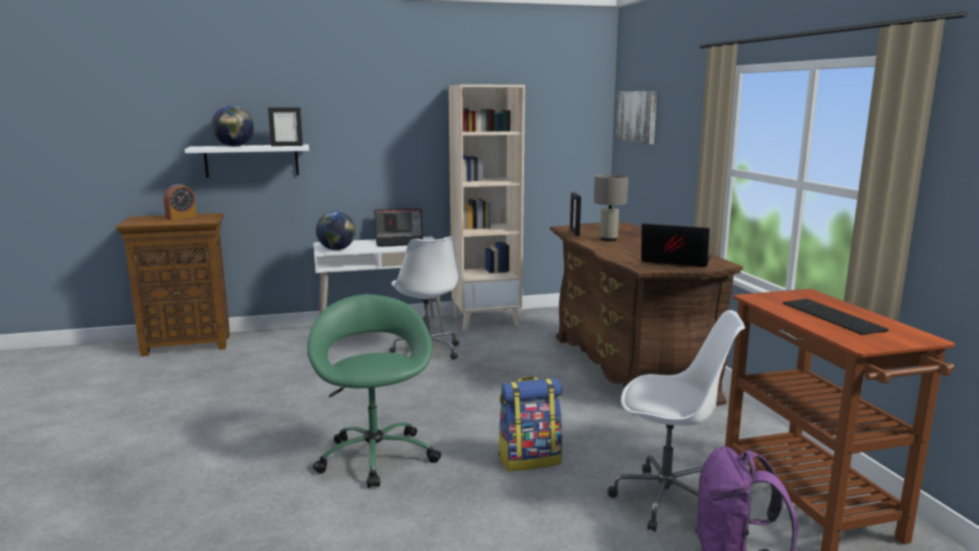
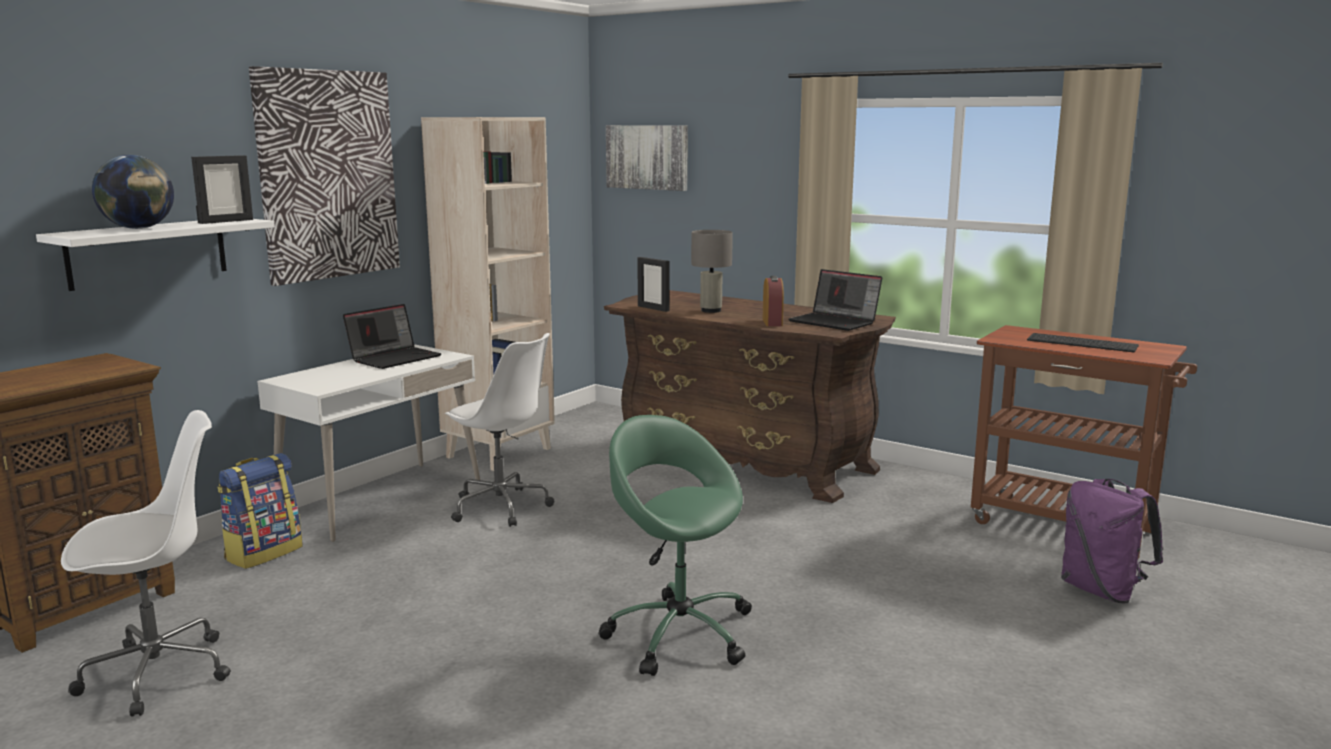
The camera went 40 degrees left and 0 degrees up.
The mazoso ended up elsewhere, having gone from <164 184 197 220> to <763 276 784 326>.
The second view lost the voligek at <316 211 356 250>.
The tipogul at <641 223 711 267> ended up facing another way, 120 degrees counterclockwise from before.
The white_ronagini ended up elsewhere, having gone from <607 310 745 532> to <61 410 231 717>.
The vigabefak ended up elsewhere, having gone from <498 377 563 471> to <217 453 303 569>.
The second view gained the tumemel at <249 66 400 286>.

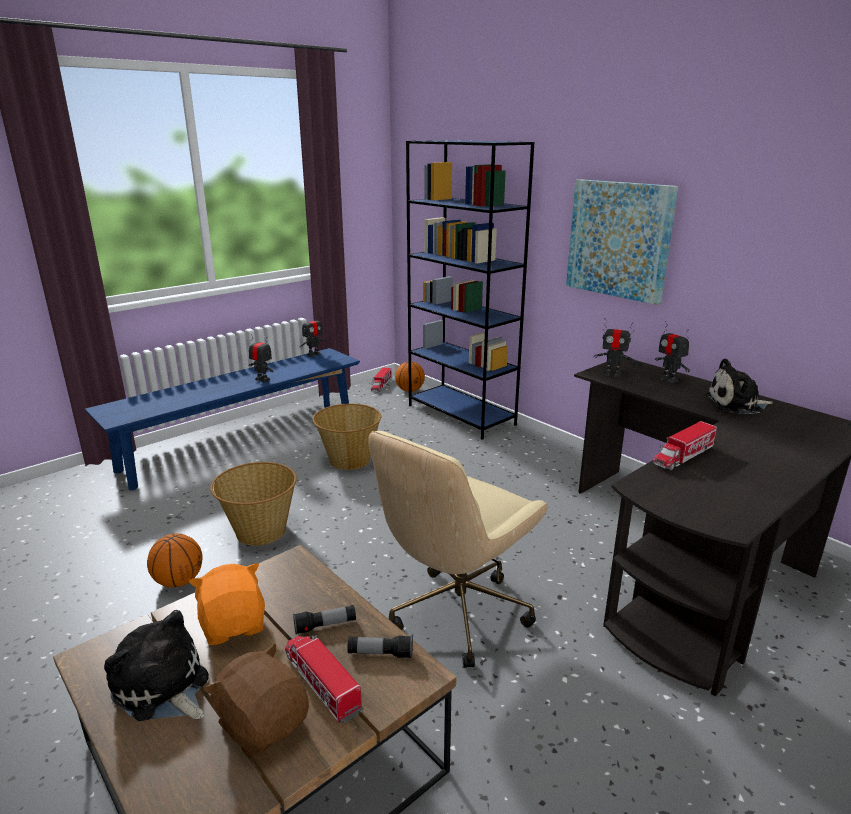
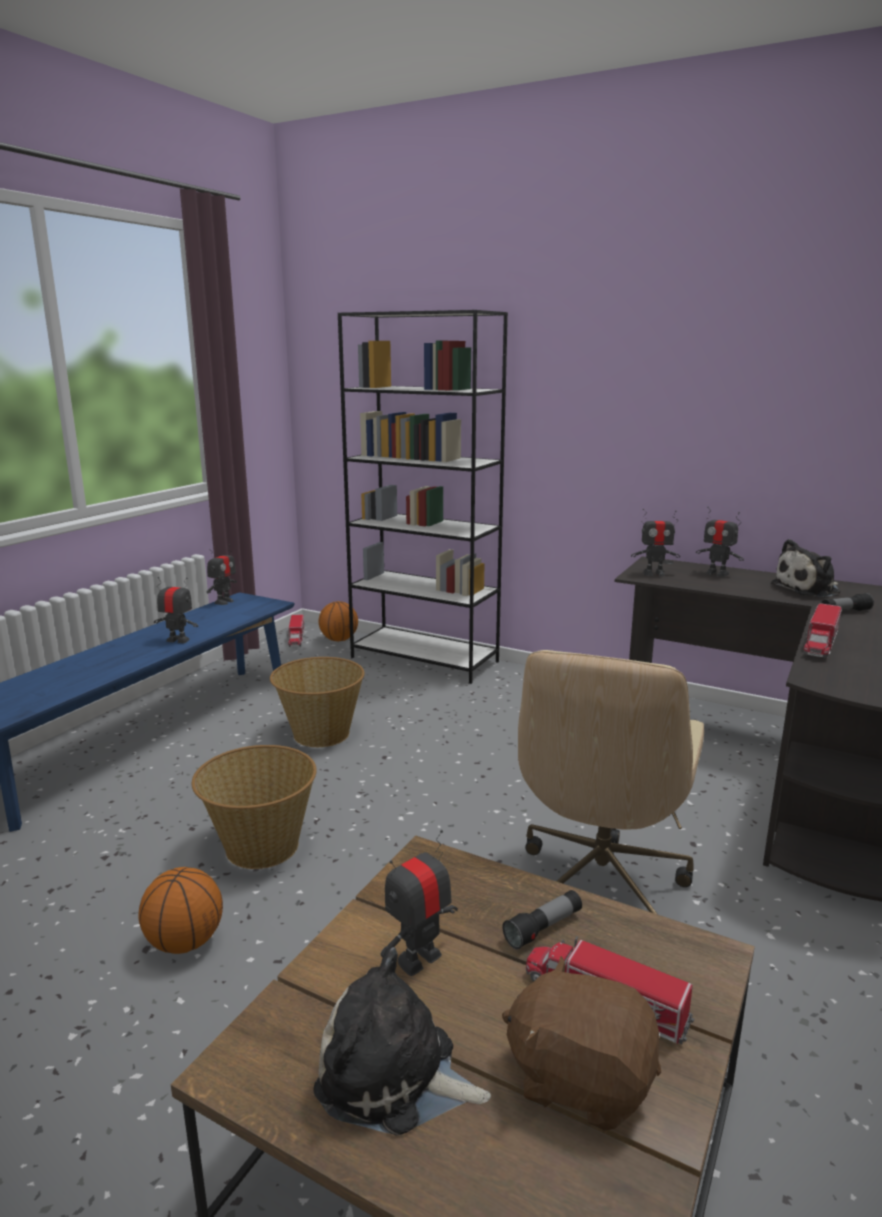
The camera went 20 degrees left and 5 degrees down.
What was the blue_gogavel at <406 140 534 440> turned into the white_gogavel at <338 310 508 684>.
The second view lost the tumemel at <566 179 678 305>.
Where the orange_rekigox stood at <189 563 265 645>, the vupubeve came to stand at <380 830 458 976>.
The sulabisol ended up elsewhere, having gone from <347 635 413 658> to <821 593 874 611>.

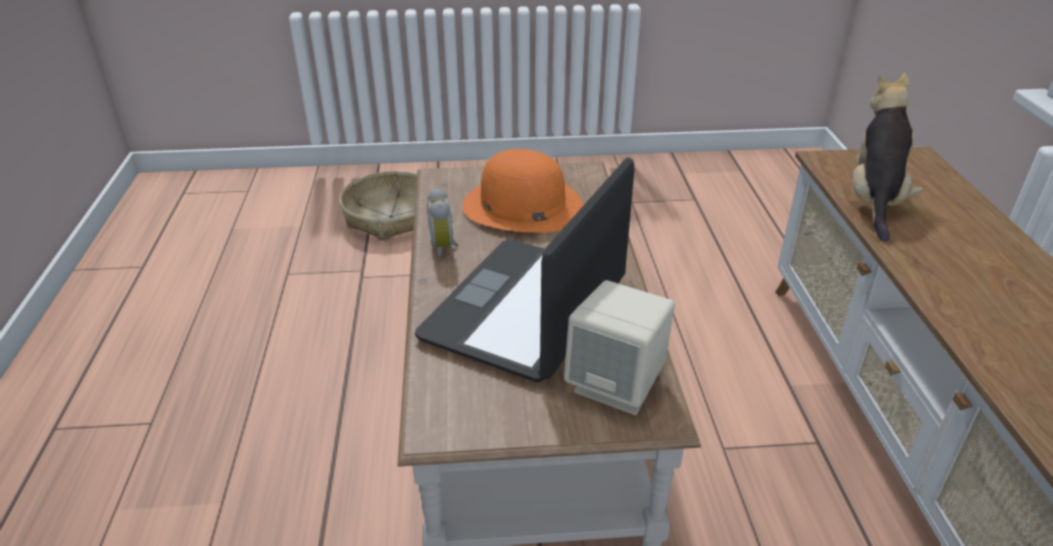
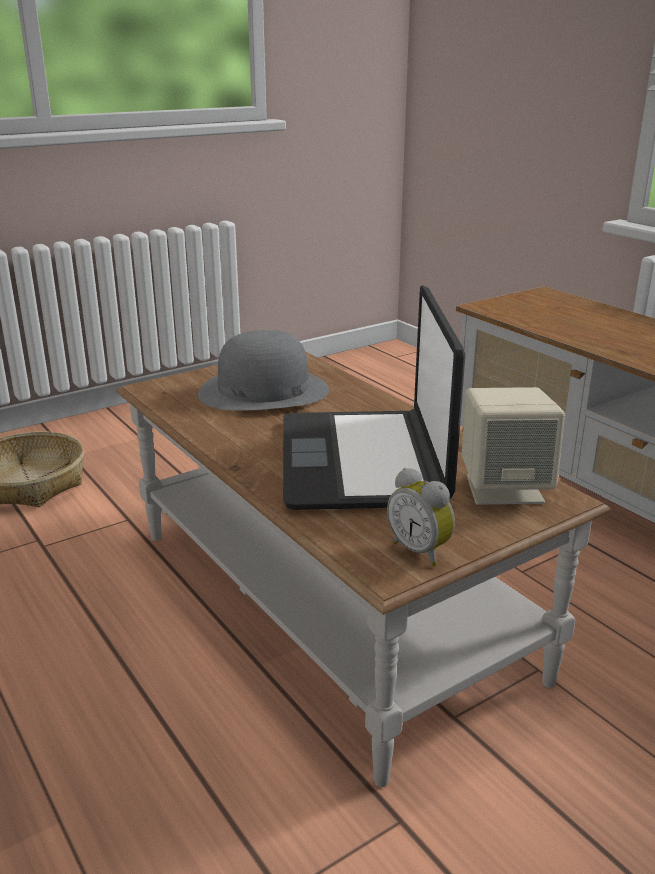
The camera went 30 degrees left and 10 degrees down.
The second view lost the rekigox at <852 73 923 242>.
What was the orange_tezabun at <462 149 583 233> turned into the grey_tezabun at <198 330 329 411>.
The mazoso ended up elsewhere, having gone from <427 188 458 259> to <387 468 455 567>.

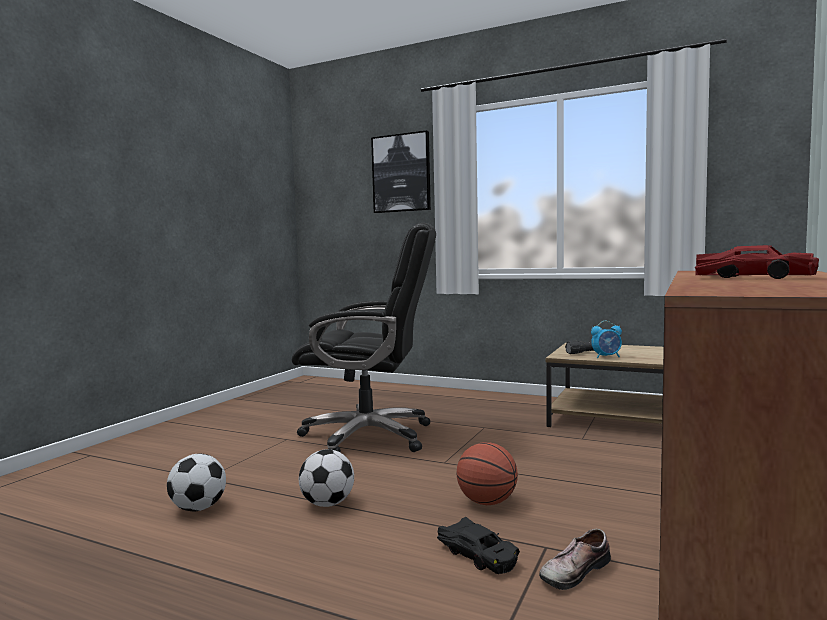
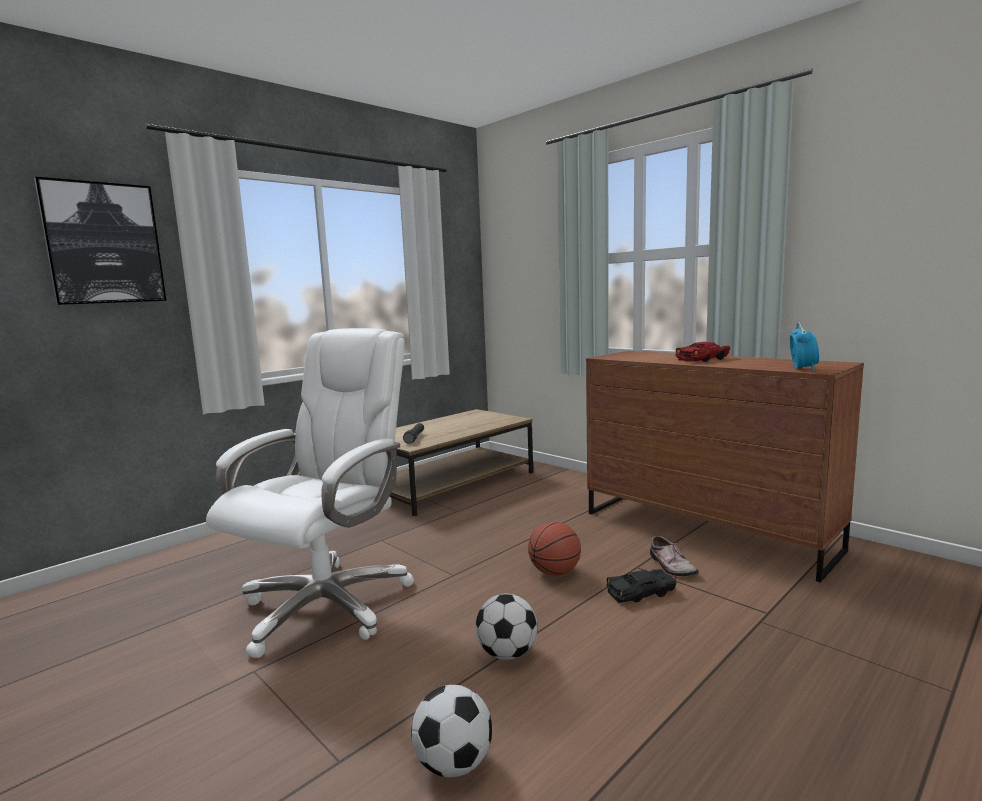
The camera went 70 degrees left and 5 degrees up.
What was the black_ronagini at <292 223 436 452> turned into the white_ronagini at <206 328 414 658>.
The mazoso ended up elsewhere, having gone from <591 321 622 358> to <790 322 819 372>.

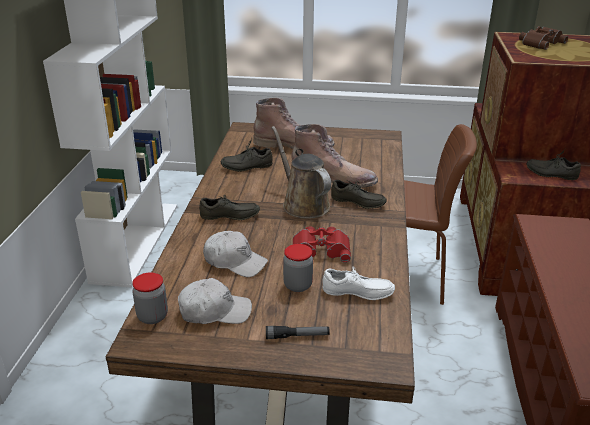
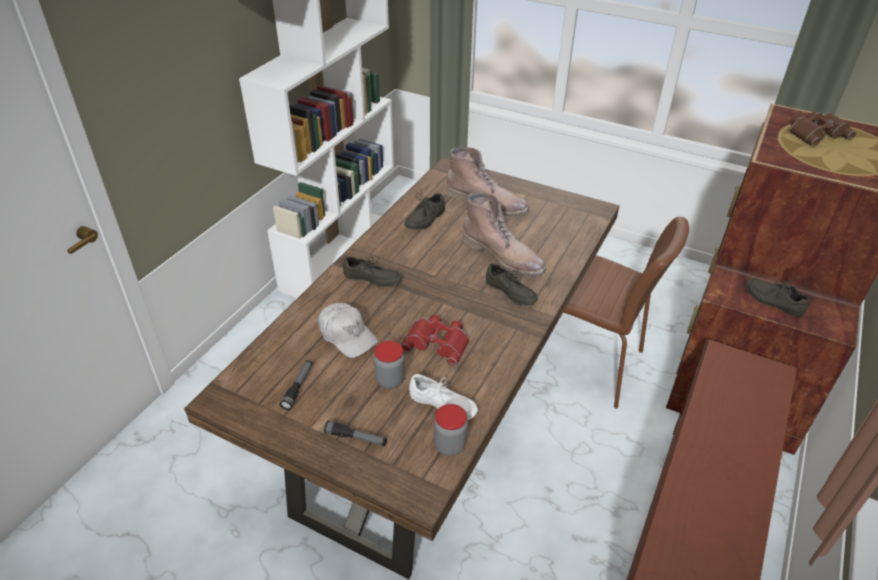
The camera went 20 degrees right and 10 degrees up.
The second view lost the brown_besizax at <271 126 331 219>.
The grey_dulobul at <221 138 273 172> ended up facing another way, 60 degrees counterclockwise from before.
The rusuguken ended up elsewhere, having gone from <132 272 168 324> to <434 404 468 456>.
Where the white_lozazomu stood at <178 278 252 324>, the sulabisol came to stand at <280 360 312 410>.

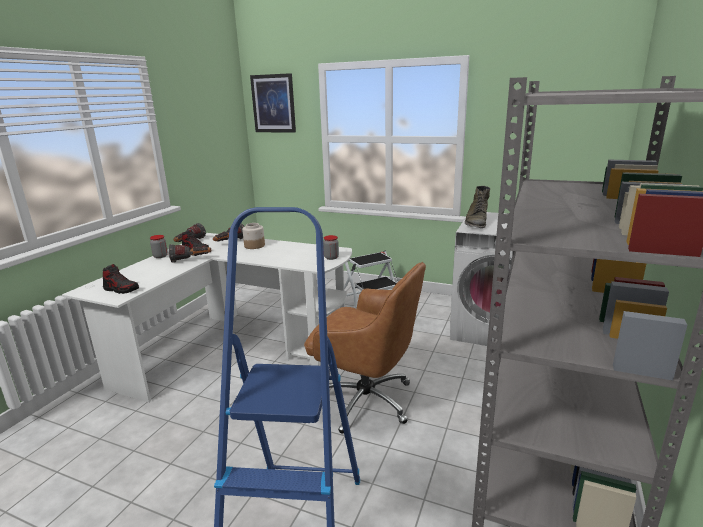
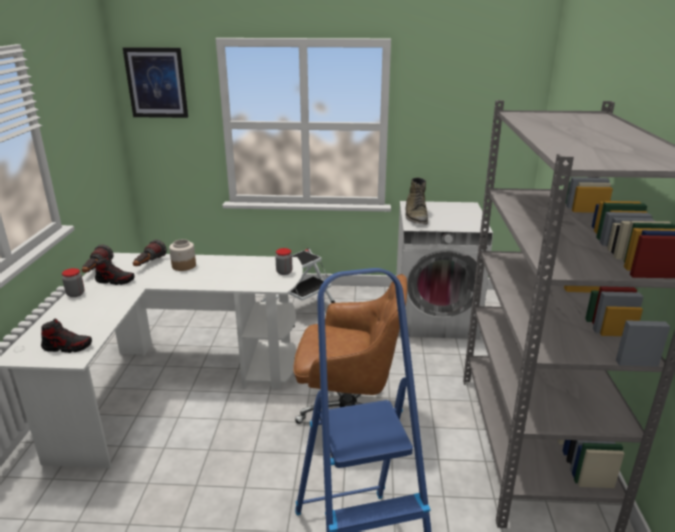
The camera went 20 degrees left and 5 degrees up.
The second view lost the sulabisol at <168 244 211 262>.

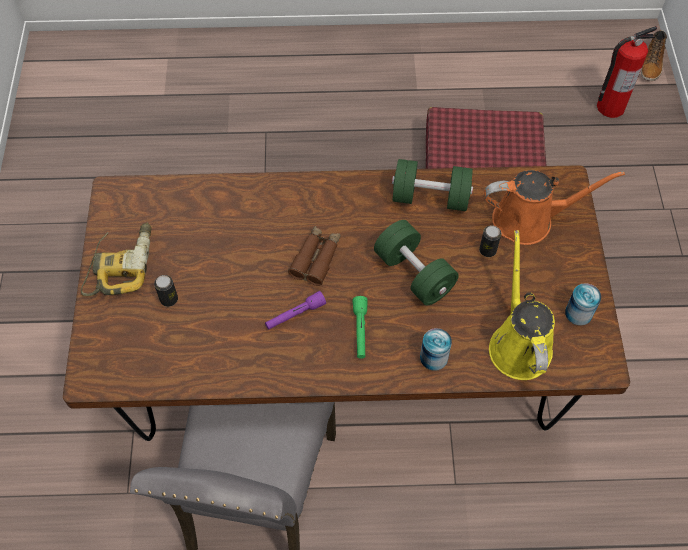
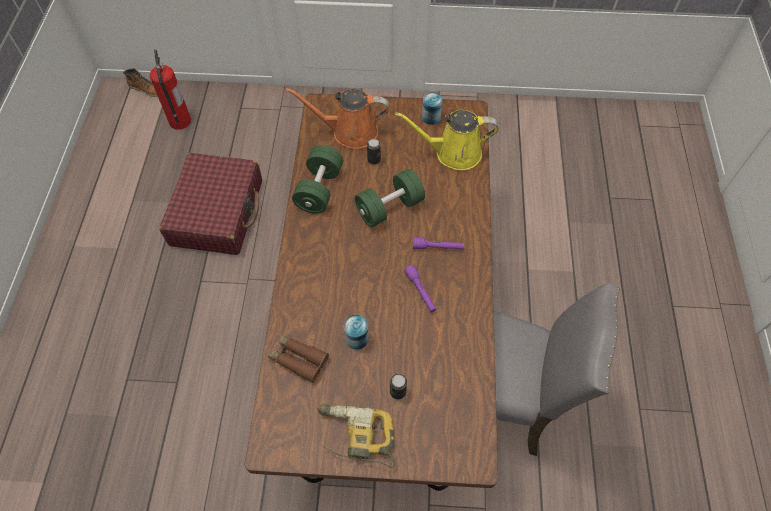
The camera went 85 degrees left and 0 degrees up.
The orange_besizax at <484 170 625 245> ended up facing another way, 90 degrees counterclockwise from before.
The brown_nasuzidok ended up elsewhere, having gone from <288 226 341 286> to <268 335 329 383>.
What was the green_sulabisol at <352 296 368 359> turned into the purple_sulabisol at <413 237 464 250>.
The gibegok ended up elsewhere, having gone from <420 328 452 371> to <344 315 369 350>.

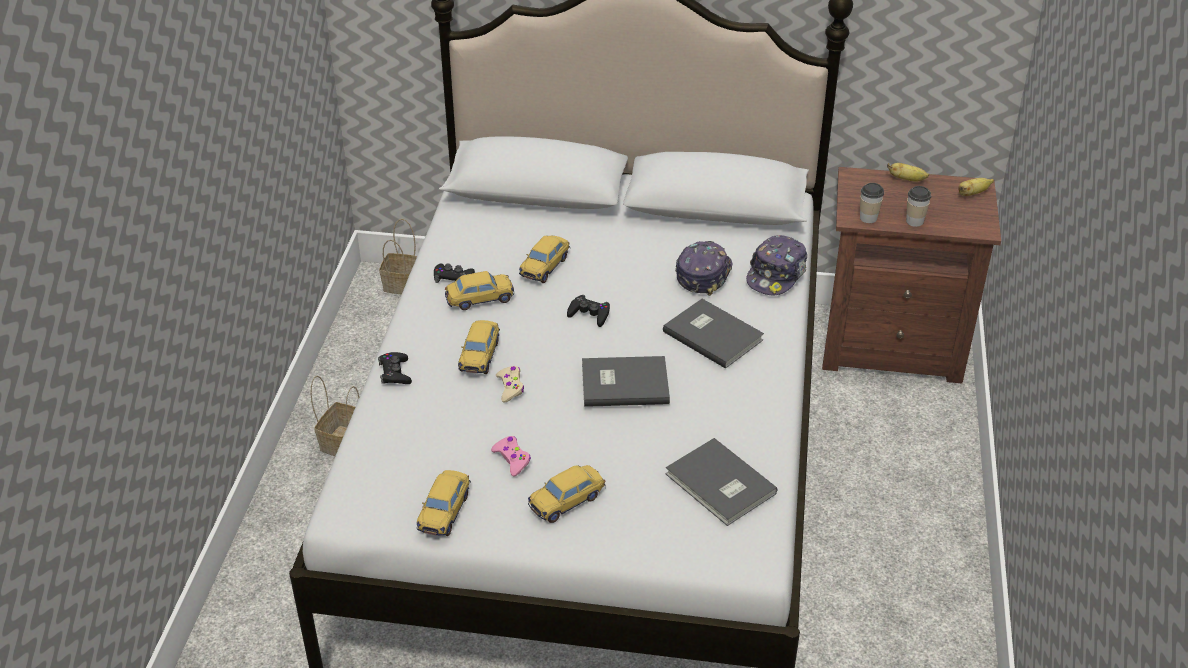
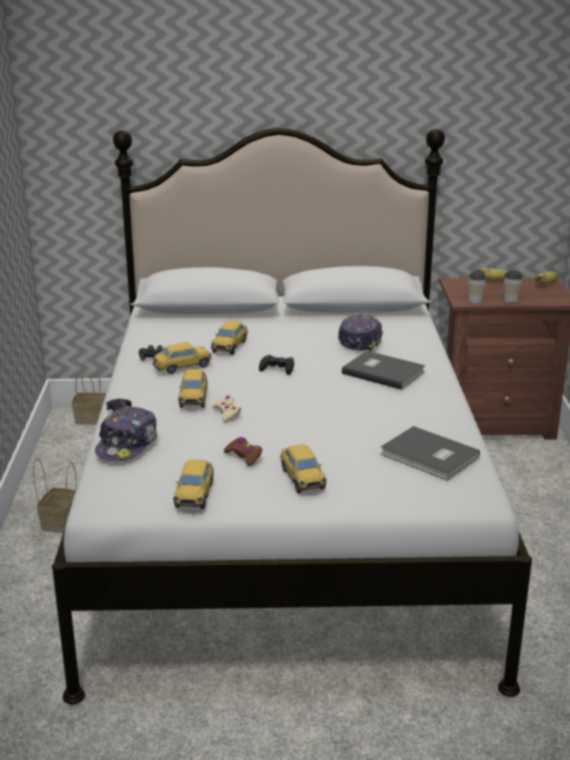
The camera went 10 degrees left and 15 degrees down.
The lozazomu ended up elsewhere, having gone from <746 235 807 296> to <95 406 157 462>.
The second view lost the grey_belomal at <582 356 670 407>.
What was the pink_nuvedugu at <491 436 531 477> turned into the brown_nuvedugu at <224 437 262 466>.
The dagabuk at <528 465 606 523> ended up facing another way, 60 degrees counterclockwise from before.

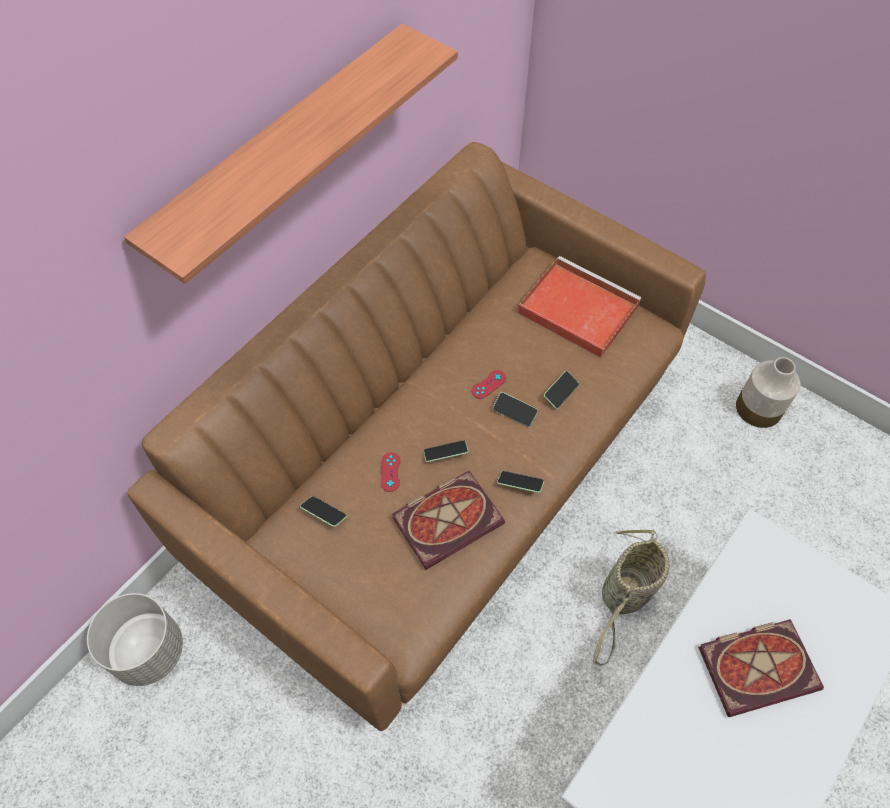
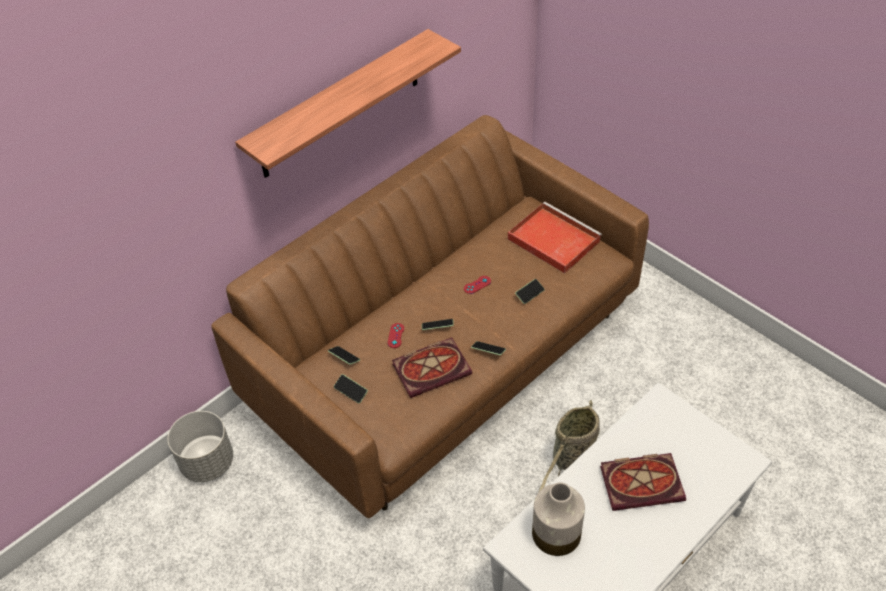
The camera went 10 degrees right and 10 degrees down.
The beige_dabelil ended up elsewhere, having gone from <736 357 801 428> to <532 482 585 556>.
The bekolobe ended up elsewhere, having gone from <493 392 538 427> to <334 374 368 403>.

